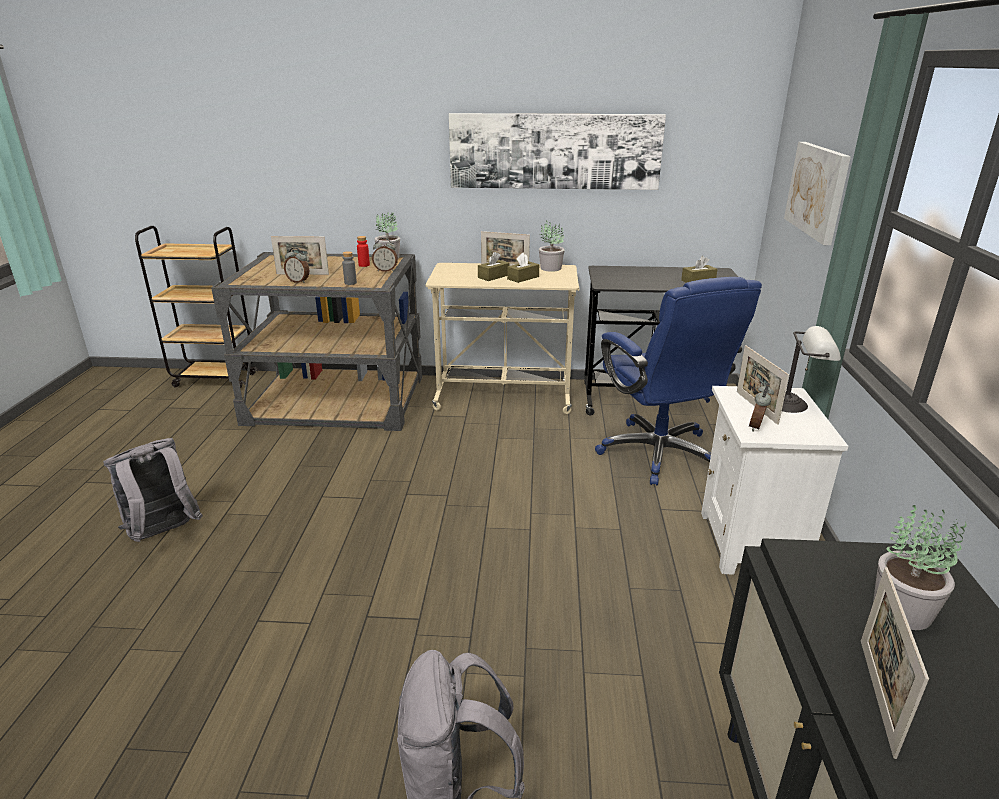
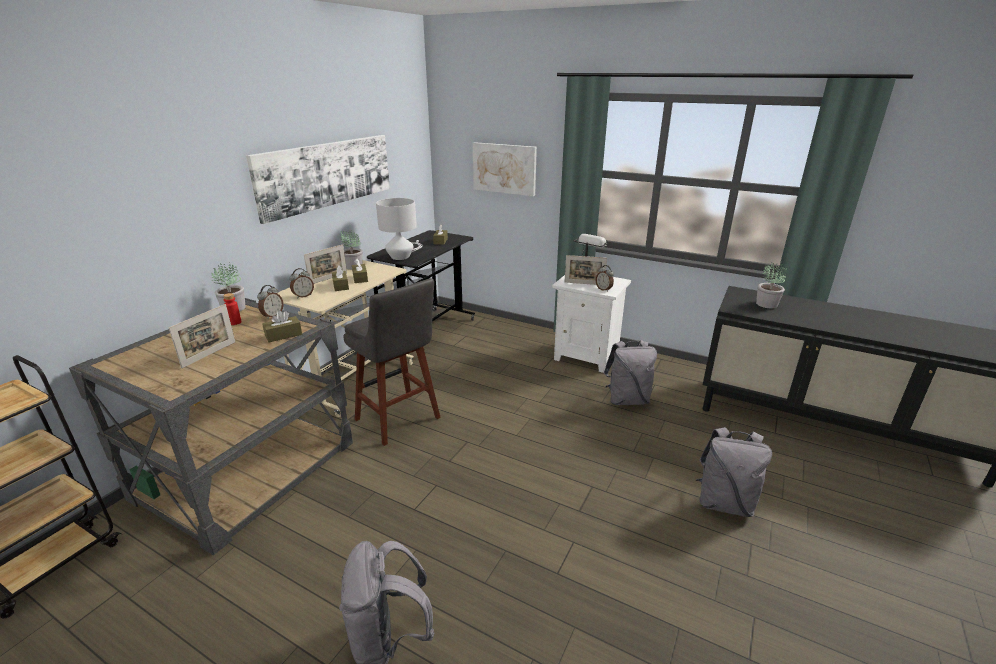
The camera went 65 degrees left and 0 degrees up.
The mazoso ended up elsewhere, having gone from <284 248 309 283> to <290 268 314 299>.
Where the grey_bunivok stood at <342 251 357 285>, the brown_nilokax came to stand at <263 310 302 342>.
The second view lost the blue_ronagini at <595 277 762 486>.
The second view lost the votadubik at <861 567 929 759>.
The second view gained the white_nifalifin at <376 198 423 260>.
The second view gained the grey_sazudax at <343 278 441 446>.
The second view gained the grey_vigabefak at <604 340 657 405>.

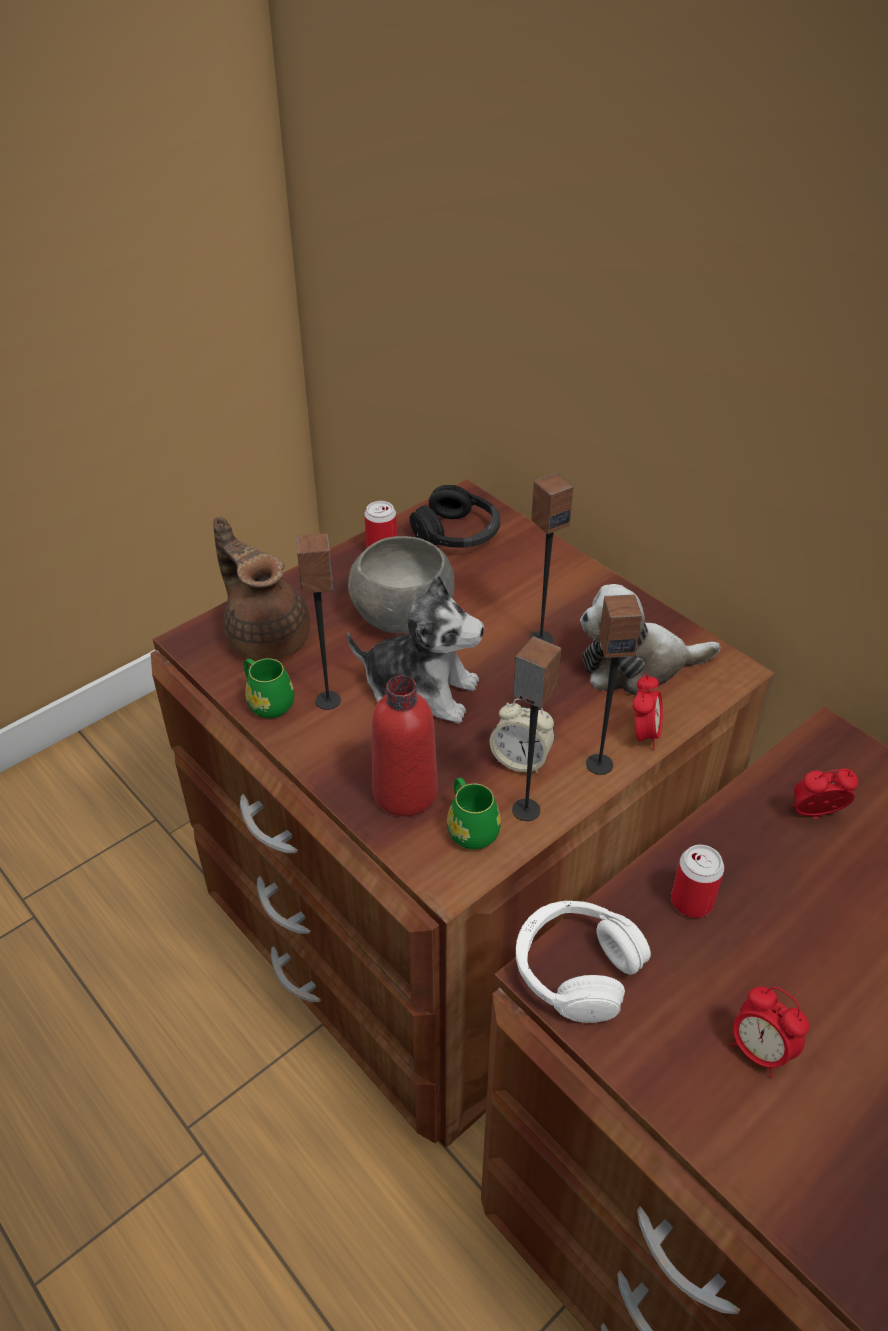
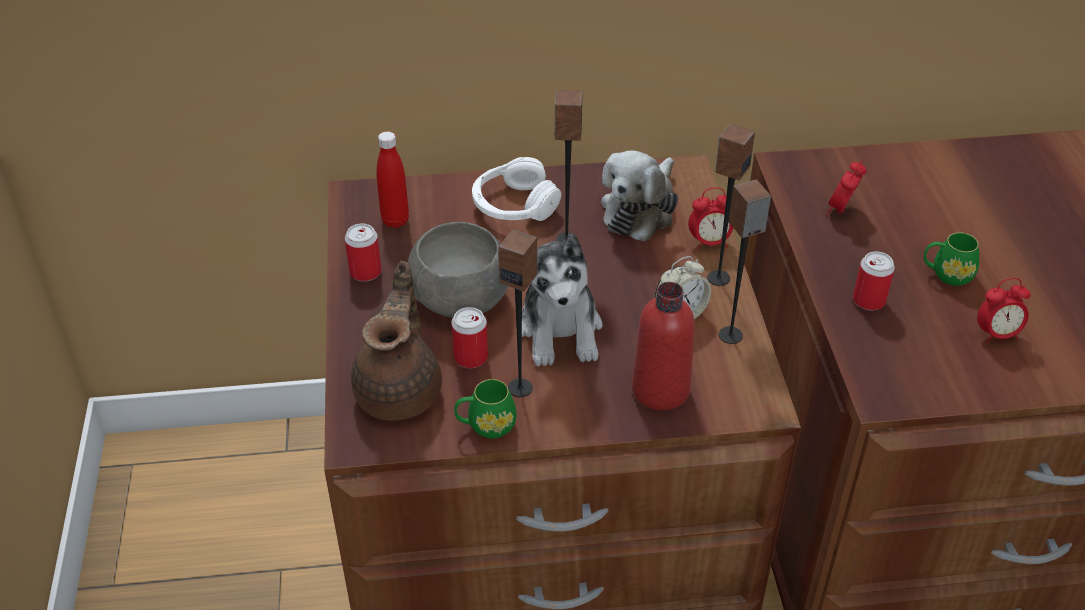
The camera went 55 degrees left and 0 degrees up.
Where the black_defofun stood at <410 485 500 547>, the red_bunivok came to stand at <376 131 409 228>.
The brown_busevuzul at <213 516 310 660> ended up facing another way, 105 degrees clockwise from before.
The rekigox at <347 575 484 723> ended up facing another way, 120 degrees clockwise from before.
The mazoso at <633 674 663 750> ended up facing another way, 120 degrees clockwise from before.
The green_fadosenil ended up elsewhere, having gone from <447 778 501 849> to <924 232 979 286>.
The white_defofun ended up elsewhere, having gone from <516 901 651 1023> to <472 157 561 221>.
The second view gained the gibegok at <451 307 488 368>.

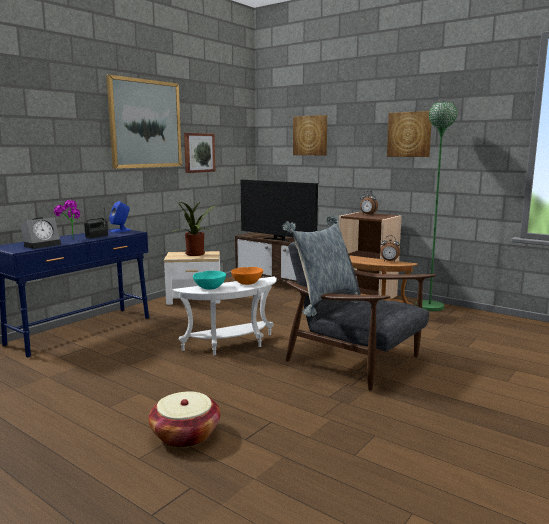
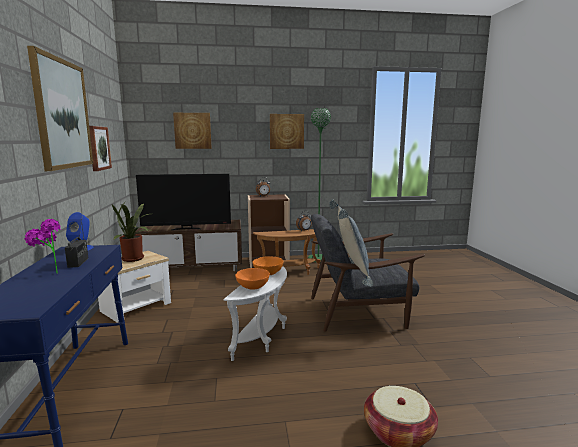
The camera went 45 degrees left and 0 degrees up.
The second view lost the mazoso at <20 217 61 249>.
What was the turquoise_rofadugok at <193 271 226 290> turned into the orange_rofadugok at <235 268 270 290>.

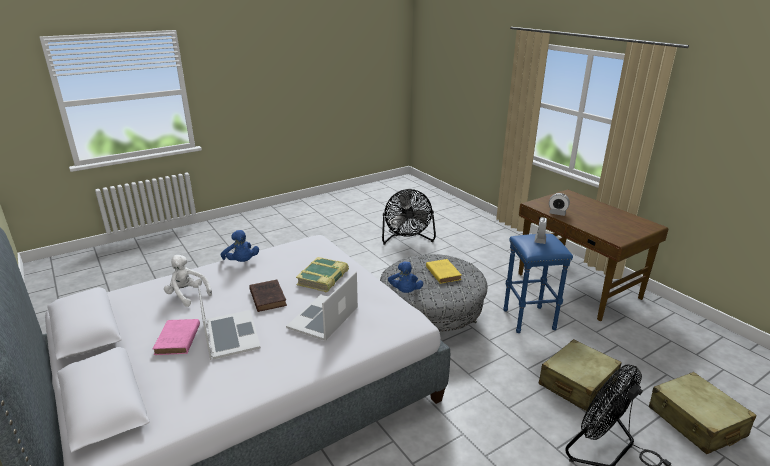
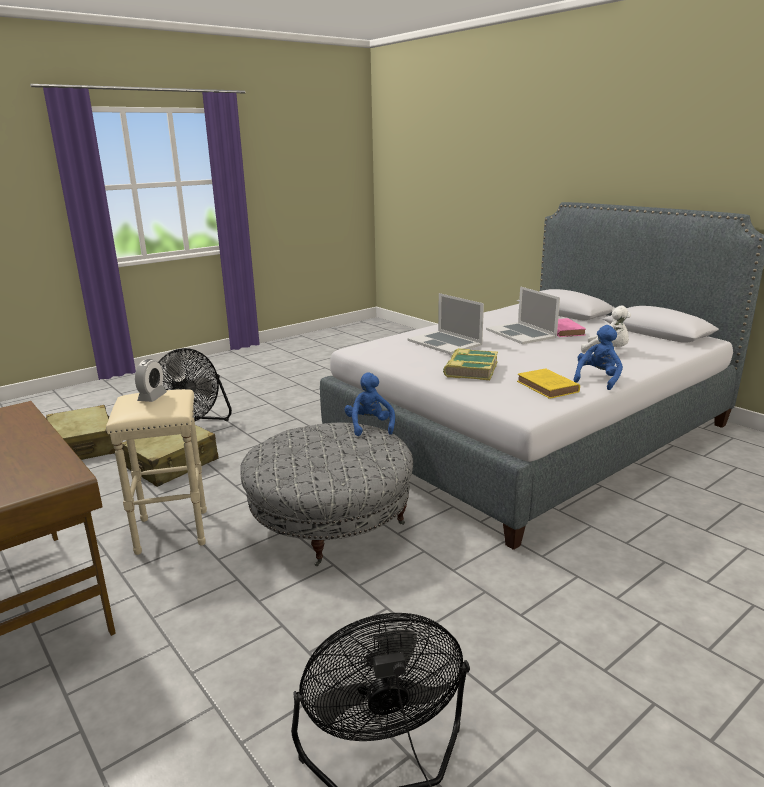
The camera went 175 degrees right and 5 degrees down.
The second view lost the mazoso at <549 193 570 216>.
The blue_rekigox at <221 230 259 262> ended up facing another way, 75 degrees clockwise from before.
What was the blue_sazudax at <503 234 573 333> turned into the beige_sazudax at <106 389 207 555>.
The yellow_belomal ended up elsewhere, having gone from <426 259 462 284> to <517 368 580 399>.
The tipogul at <286 271 358 341> ended up facing another way, 120 degrees clockwise from before.
The second view lost the brown_belomal at <249 280 287 312>.

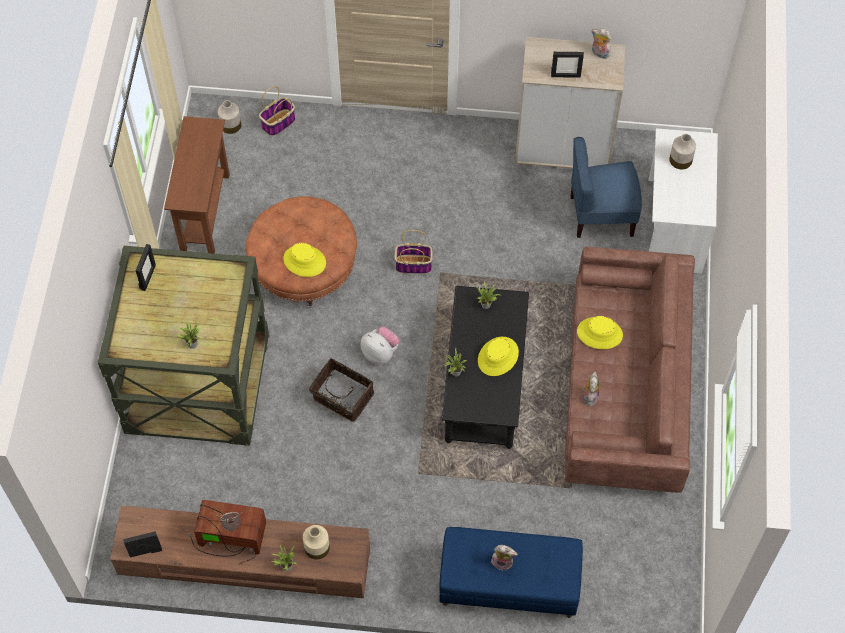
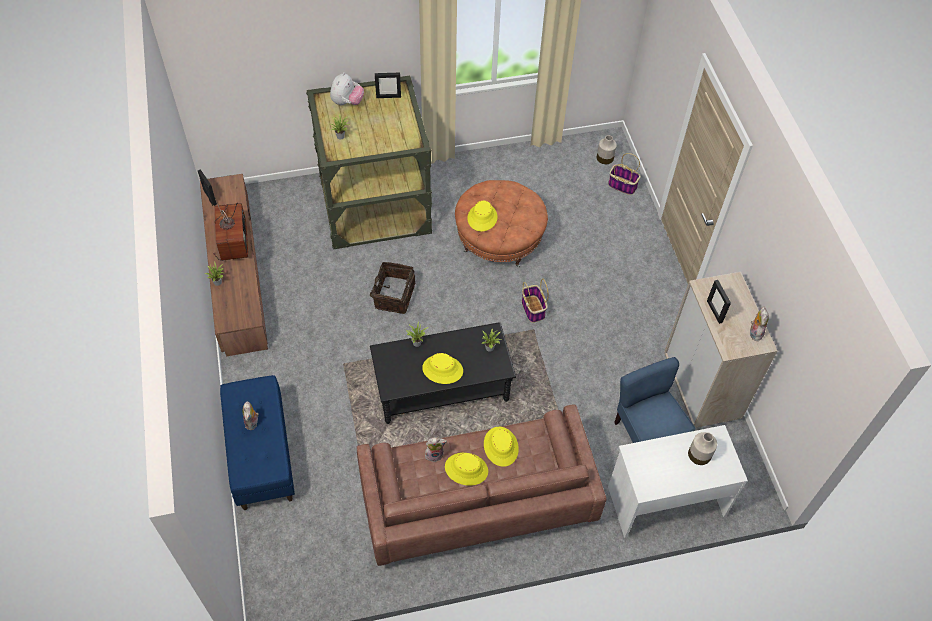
The camera went 70 degrees right and 5 degrees down.
The second view lost the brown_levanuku at <164 116 230 254>.
The rekigox ended up elsewhere, having gone from <361 327 400 364> to <330 72 364 106>.
The second view lost the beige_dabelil at <303 525 330 559>.
The second view gained the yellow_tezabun at <445 453 488 486>.

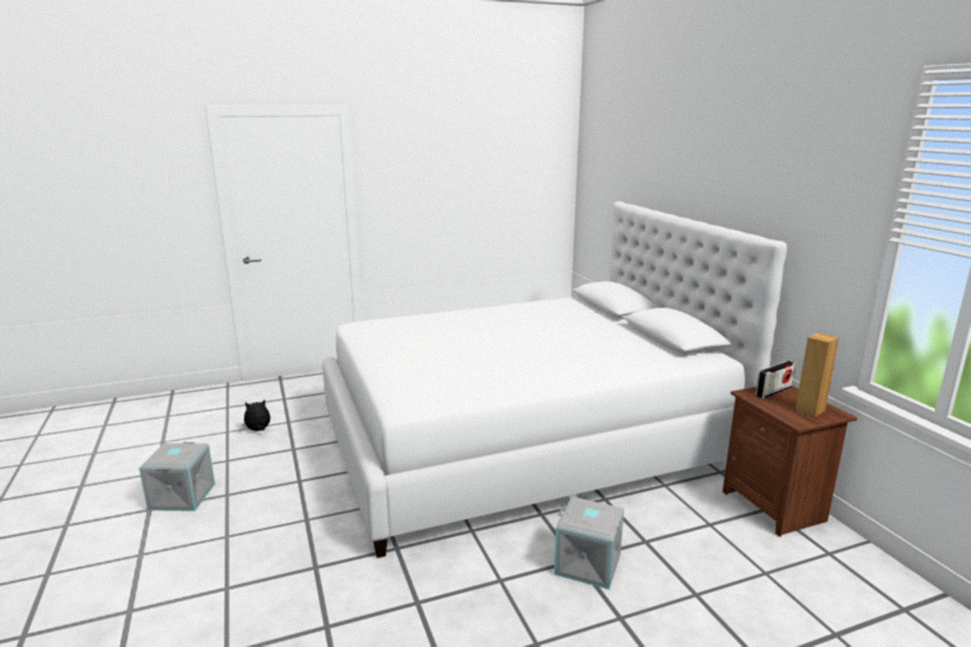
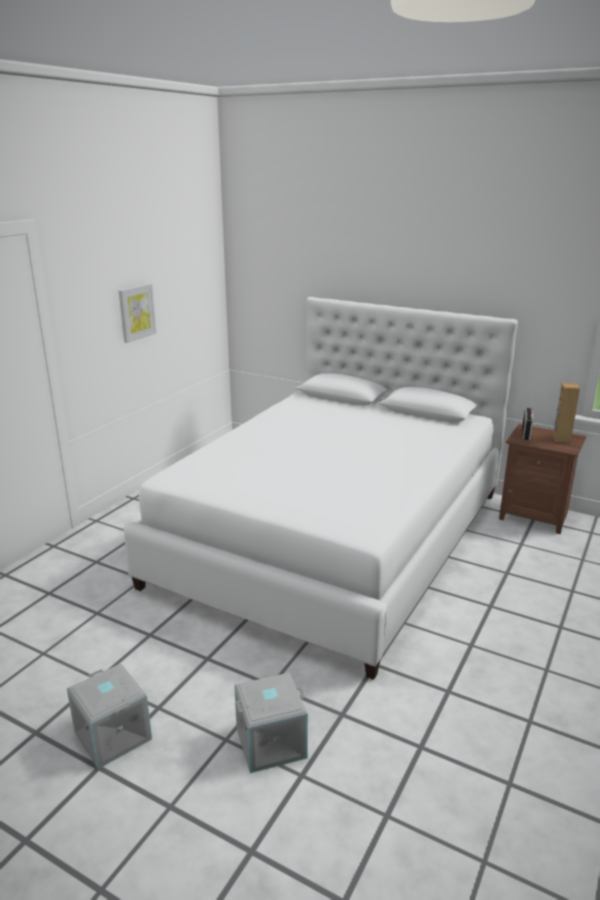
The camera went 40 degrees left and 5 degrees up.
The second view lost the rekigox at <242 400 270 431>.
The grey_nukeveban ended up elsewhere, having gone from <554 497 624 589> to <234 673 308 773>.
The second view gained the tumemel at <119 283 156 343>.

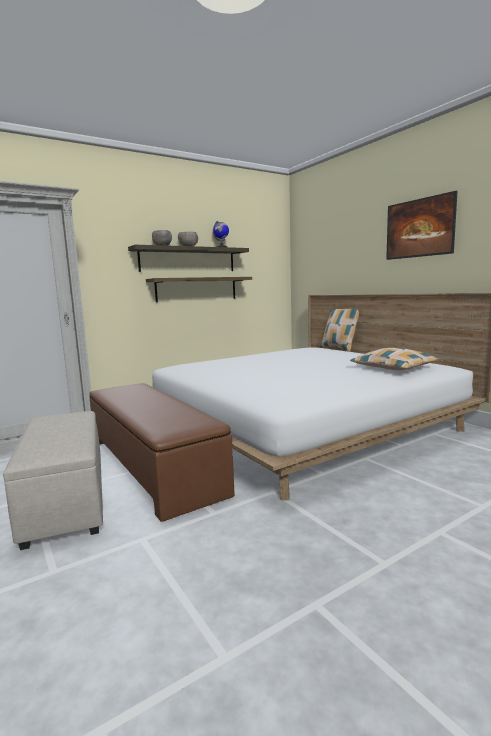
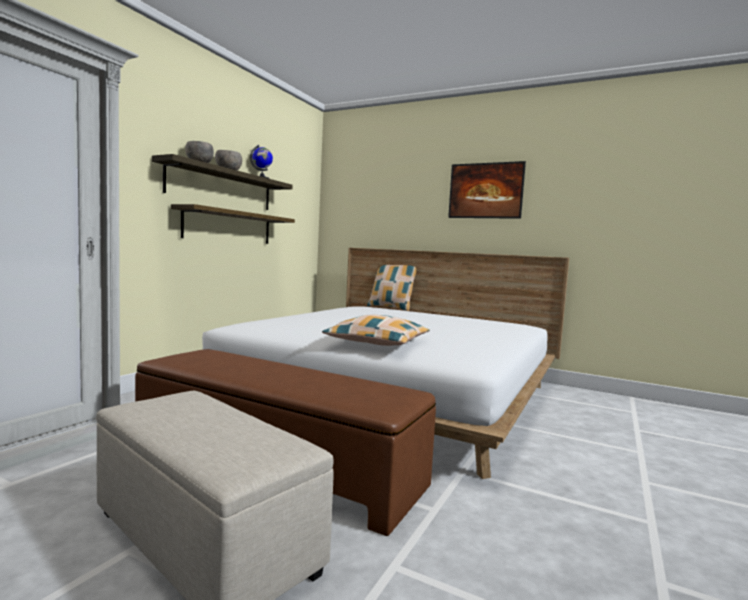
The camera went 30 degrees left and 5 degrees down.
The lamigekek ended up elsewhere, having gone from <350 348 439 370> to <322 315 430 346>.

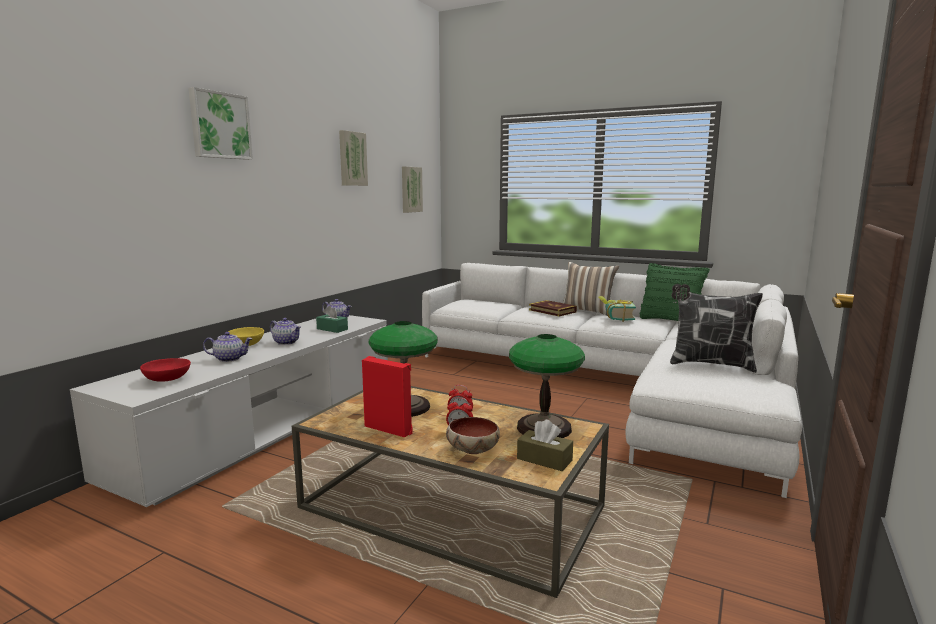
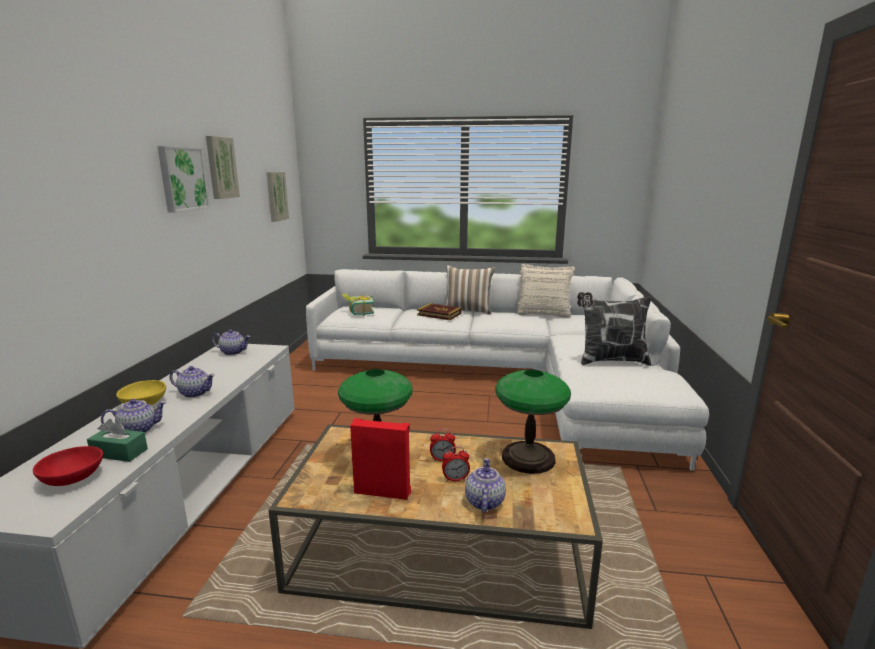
The camera went 20 degrees left and 5 degrees up.
The tumemel ended up elsewhere, having gone from <189 87 253 160> to <157 146 210 213>.
What was the green_lamigekek at <639 263 710 321> turned into the beige_lamigekek at <517 264 575 318>.
The belomal ended up elsewhere, having gone from <599 296 636 322> to <342 293 374 316>.
The green_nilokax ended up elsewhere, having gone from <316 306 348 333> to <87 419 148 462>.
Where the rofadugok stood at <446 417 500 454>, the busevuzul came to stand at <465 458 506 512>.
The second view lost the brown_nilokax at <517 420 573 471>.

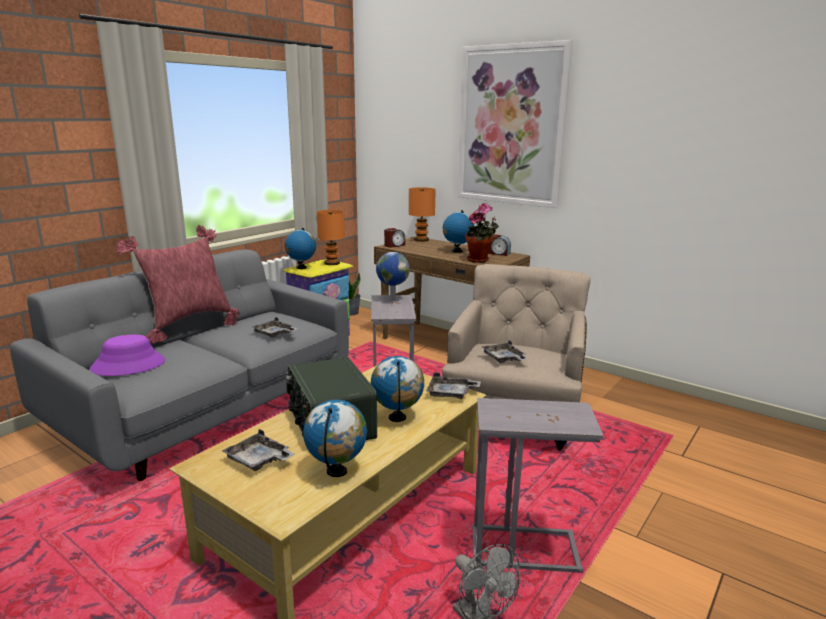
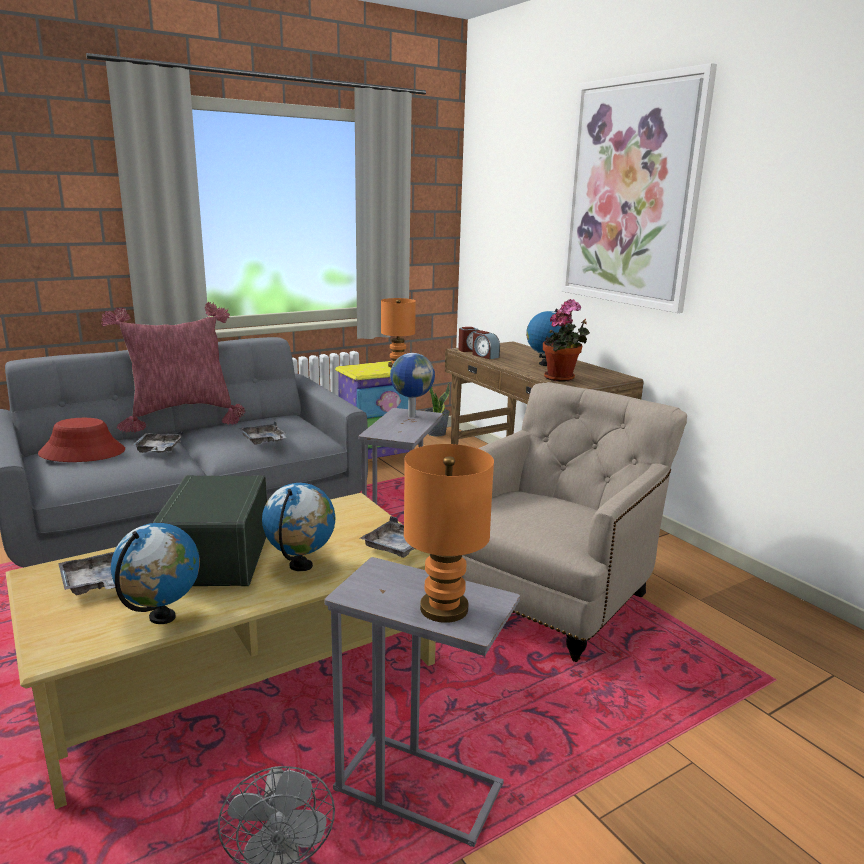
The camera went 20 degrees right and 0 degrees up.
The orange_nifalifin ended up elsewhere, having gone from <409 187 436 242> to <404 444 494 623>.
The second view lost the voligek at <285 228 316 269>.
The mazoso ended up elsewhere, having gone from <489 234 511 256> to <472 330 500 359>.
What was the purple_tezabun at <89 334 166 376> turned into the red_tezabun at <38 418 125 462>.
The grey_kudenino ended up elsewhere, having gone from <482 340 529 363> to <131 431 183 453>.

